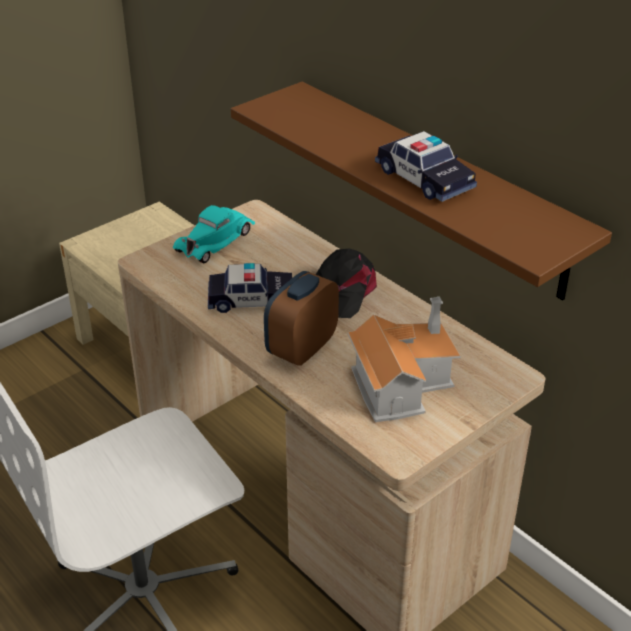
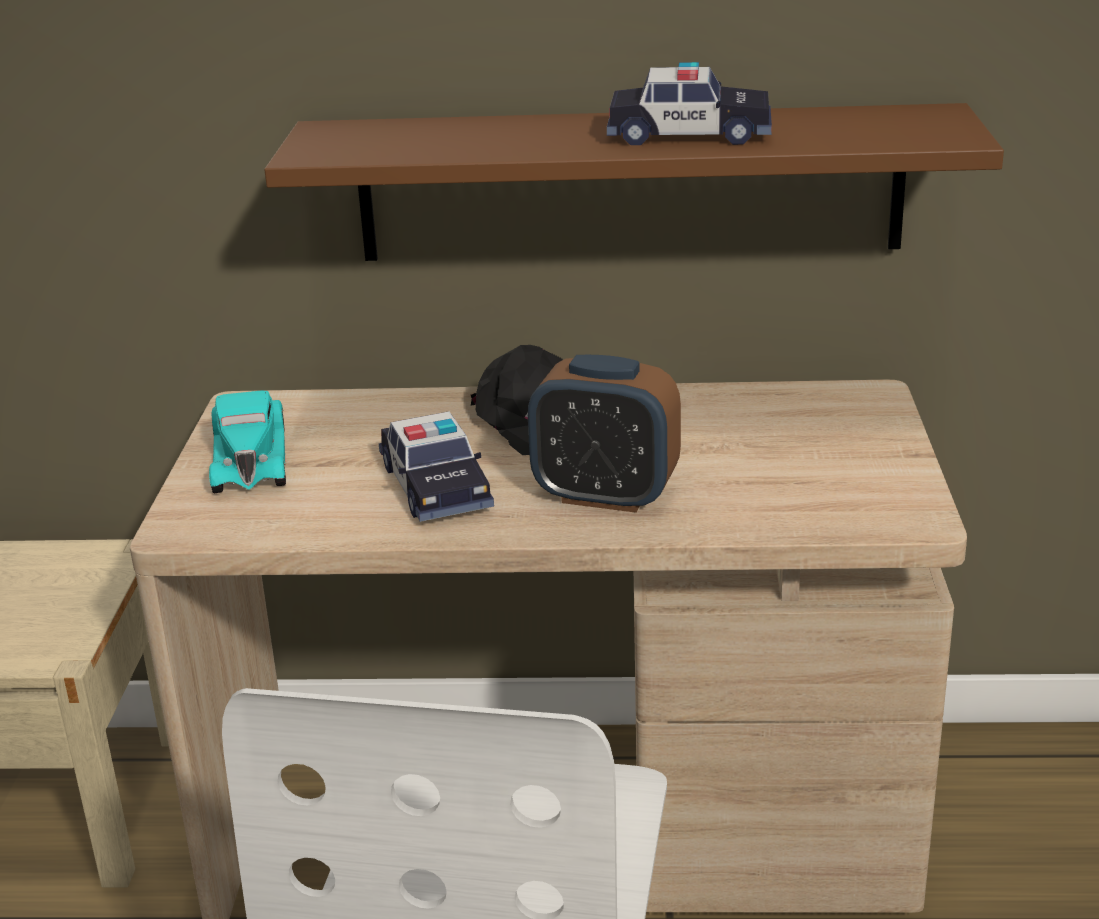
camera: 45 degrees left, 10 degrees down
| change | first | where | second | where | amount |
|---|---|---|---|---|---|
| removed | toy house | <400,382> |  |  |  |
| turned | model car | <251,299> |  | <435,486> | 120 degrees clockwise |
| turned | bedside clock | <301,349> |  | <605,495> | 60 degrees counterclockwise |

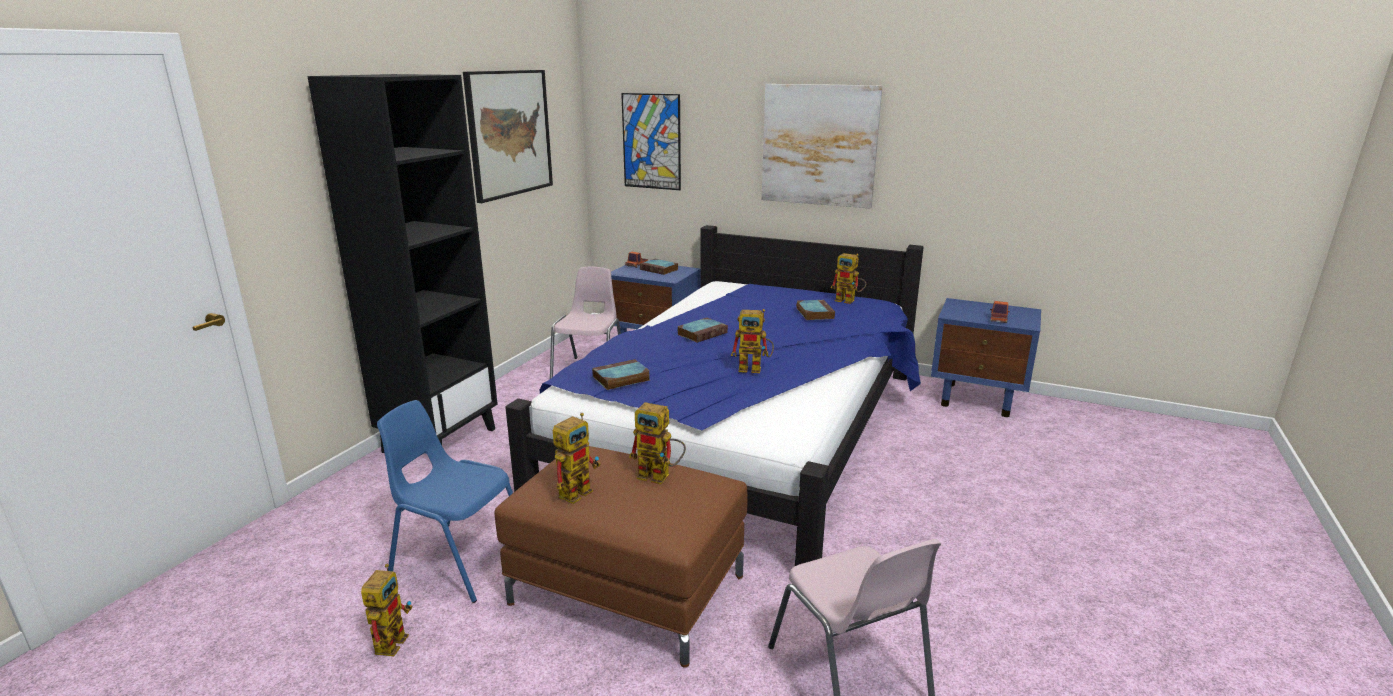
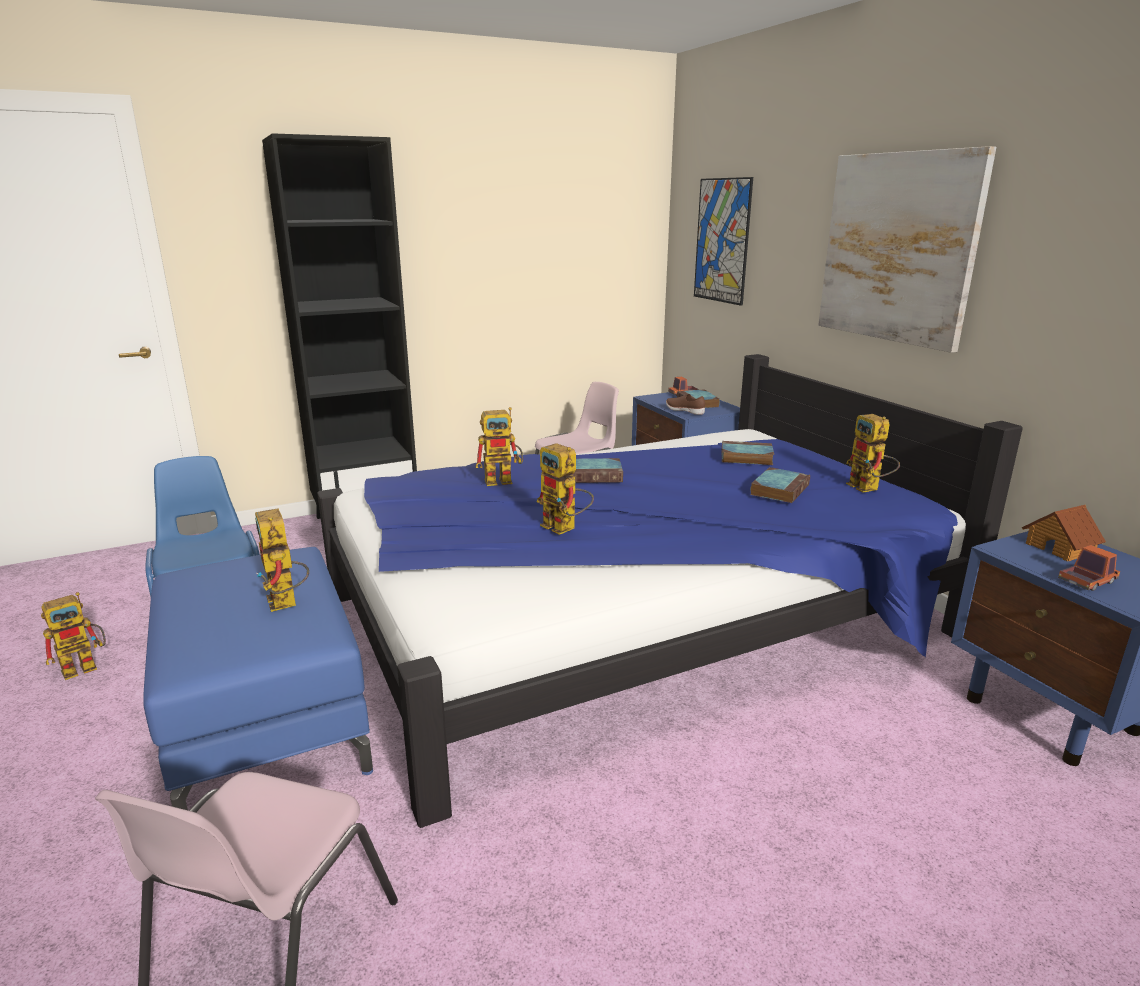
camera: 40 degrees right, 0 degrees up
| change | first | where | second | where | amount |
|---|---|---|---|---|---|
| removed | wall art | <509,133> |  |  |  |
| added |  |  | brown item of footwear | <685,411> |  |
| added |  |  | toy house | <1060,548> |  |
| moved | model robot | <578,489> |  | <504,480> |  |
| moved | bound book | <620,379> |  | <745,457> |  |
| recoloured | brown footrest | <629,588> | blue-coloured footrest | <270,723> |  |

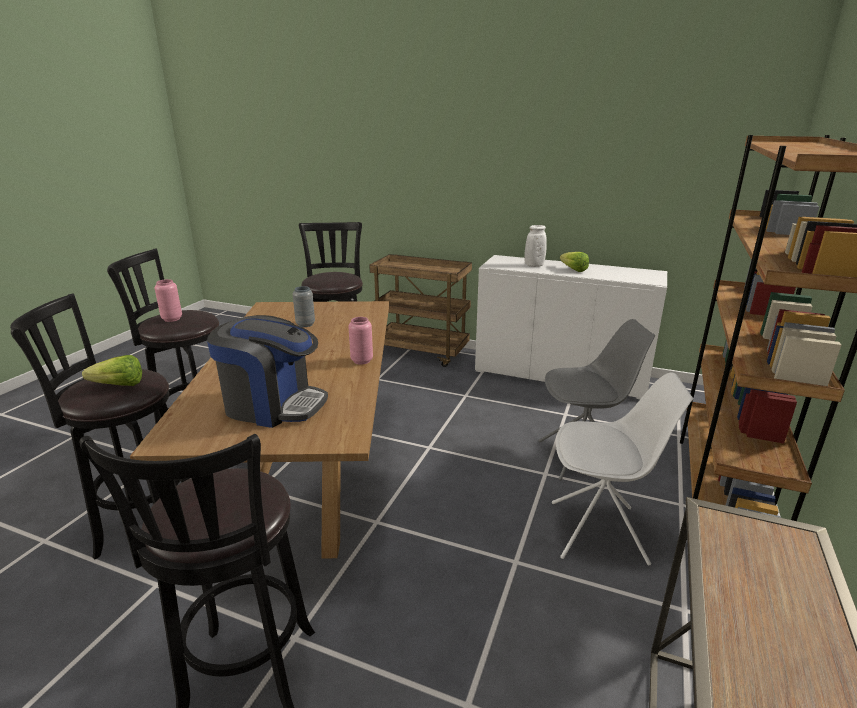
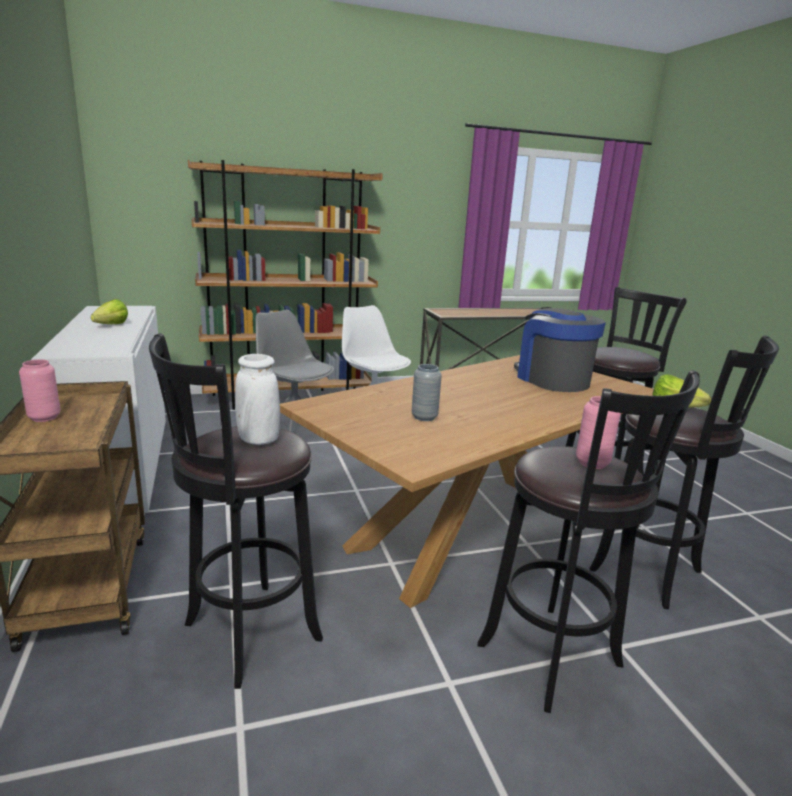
camera: 130 degrees left, 5 degrees down
| change | first | where | second | where | amount |
|---|---|---|---|---|---|
| moved | pink decorative vase | <362,361> |  | <44,418> |  |
| moved | white-coloured decorative vase | <534,265> |  | <258,440> |  |

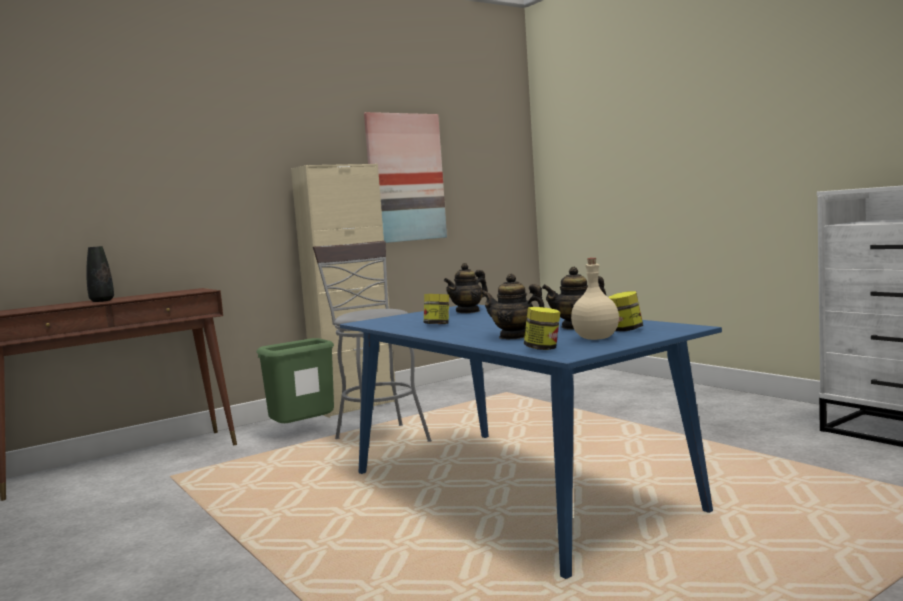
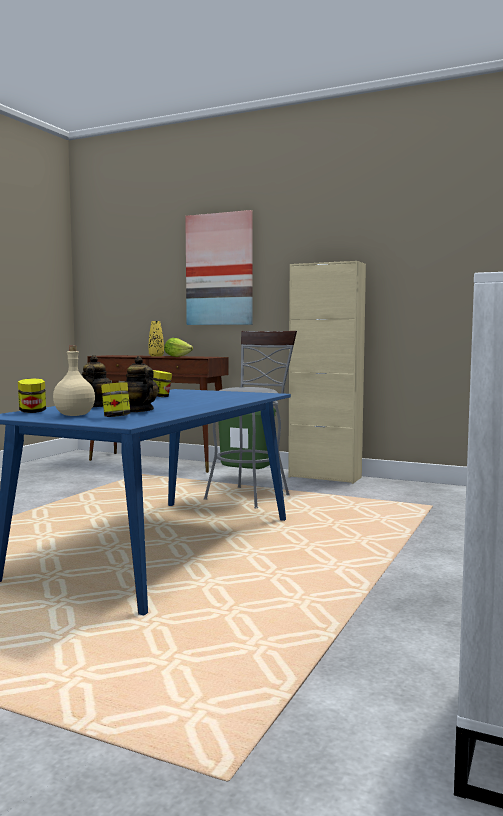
camera: 60 degrees right, 0 degrees up
| change | first | where | second | where | amount |
|---|---|---|---|---|---|
| removed | tea pot | <468,311> |  |  |  |
| added |  |  | head of lettuce | <177,356> |  |
| moved | wall art | <405,177> |  | <219,269> |  |
| recoloured | blackish decorative vase | <102,301> | yellow decorative vase | <156,356> |  |

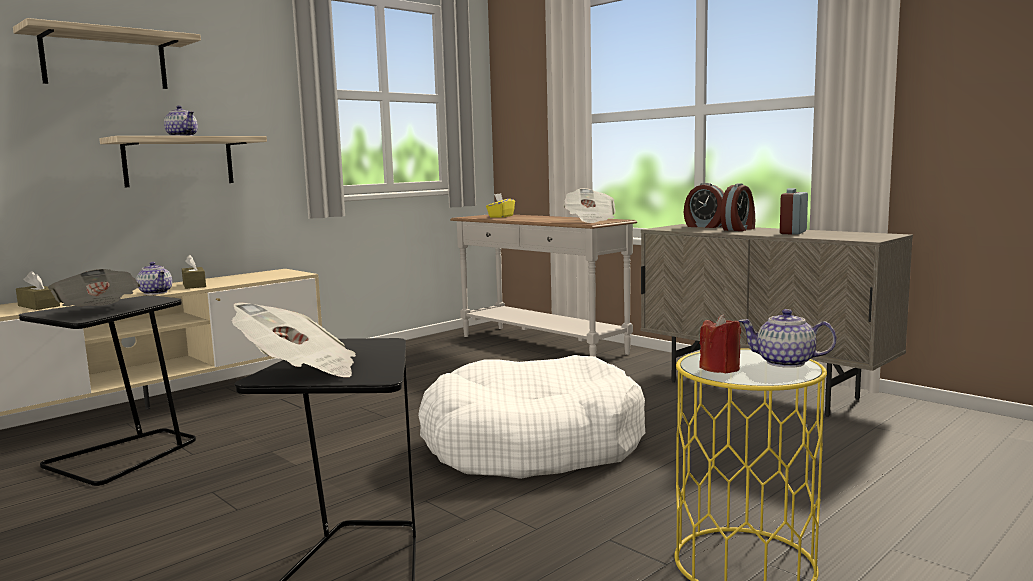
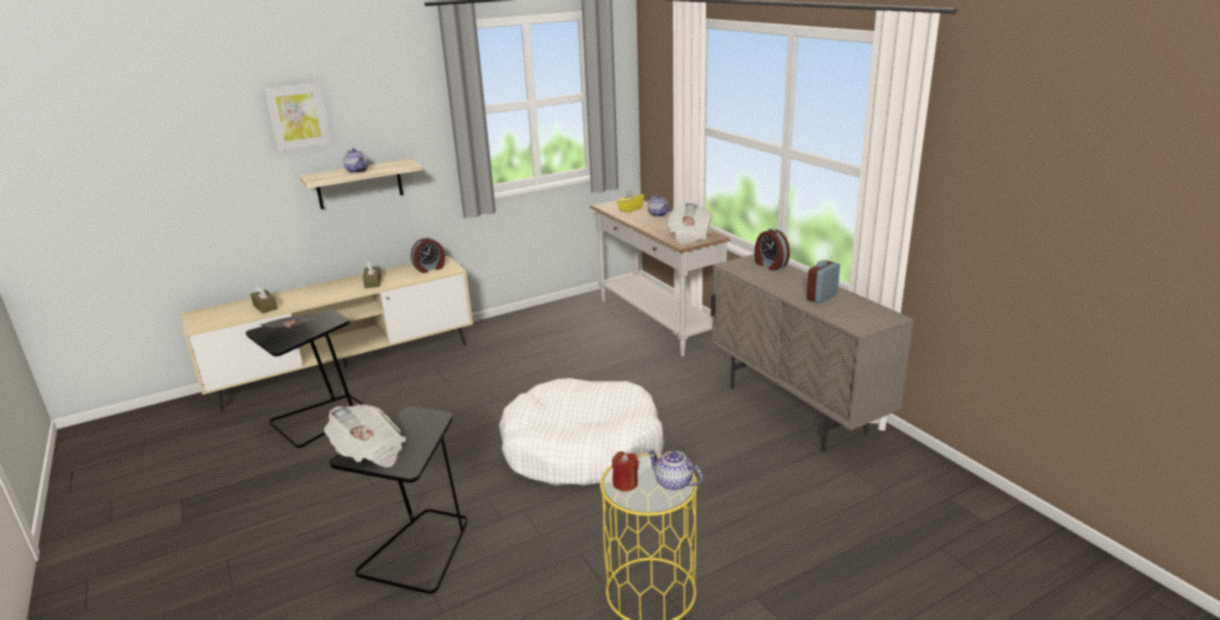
camera: 15 degrees right, 15 degrees up
| change | first | where | second | where | amount |
|---|---|---|---|---|---|
| moved | tea pot | <156,292> |  | <658,214> |  |
| moved | bedside clock | <739,229> |  | <430,269> |  |
| replaced | wall shelf | <105,60> | wall art | <298,116> |  |

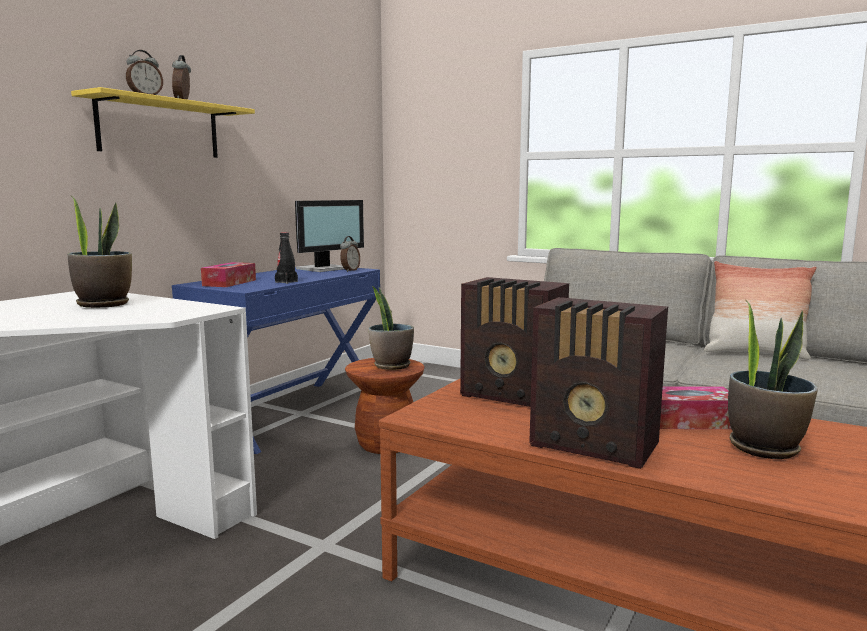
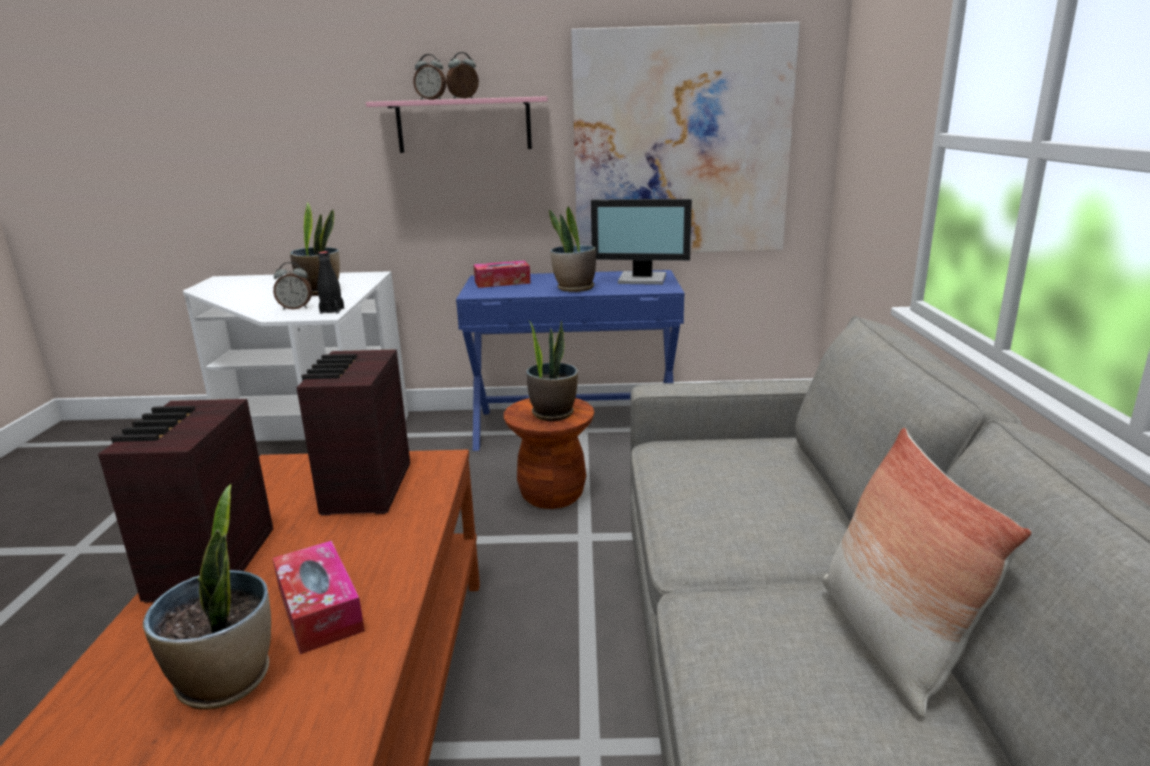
camera: 60 degrees right, 10 degrees up
| change | first | where | second | where | amount |
|---|---|---|---|---|---|
| added |  |  | houseplant | <574,288> |  |
| added |  |  | wall art | <680,144> |  |
| moved | blackish beverage bottle | <286,282> |  | <332,311> |  |
| moved | bedside clock | <350,270> |  | <296,308> |  |
| recoloured | yellow wall shelf | <160,128> | pink wall shelf | <464,125> |  |

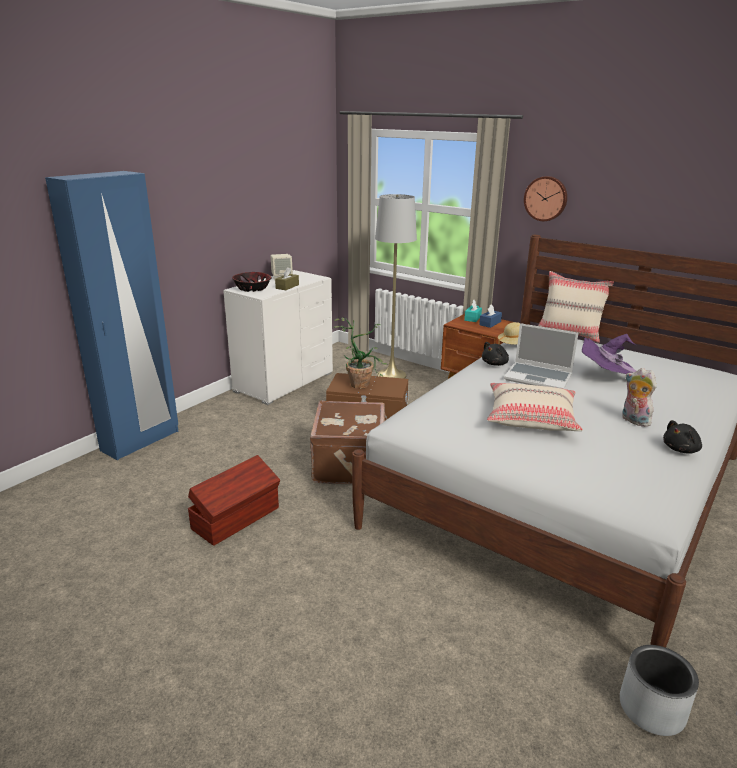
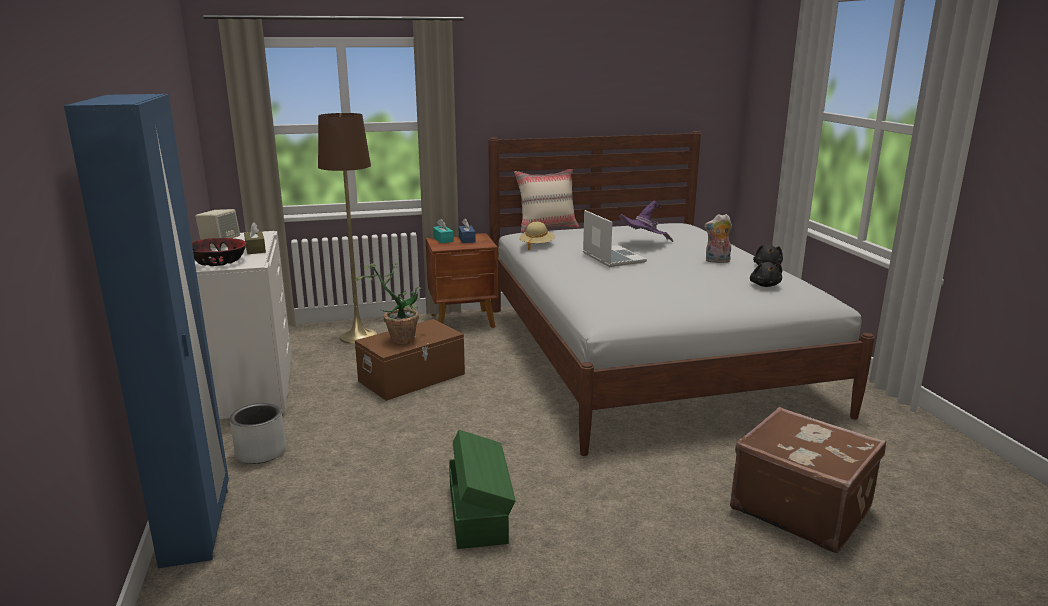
camera: 50 degrees left, 5 degrees down
| change | first | where | second | where | amount |
|---|---|---|---|---|---|
| removed | beige-coloured throw pillow | <531,417> |  |  |  |
| removed | clock on the wall | <546,198> |  |  |  |
| moved | brown travel case | <351,464> |  | <801,508> |  |
| moved | blackish plush toy | <495,364> |  | <764,285> |  |
| moved | greyish planter | <652,709> |  | <261,452> |  |
| recoloured | brown storage bin | <237,518> | green storage bin | <479,512> |  |
| recoloured | greyish standard lamp | <391,375> | brown standard lamp | <358,336> |  |
| turned | notebook computer | <539,377> |  | <612,258> | 90 degrees counterclockwise |

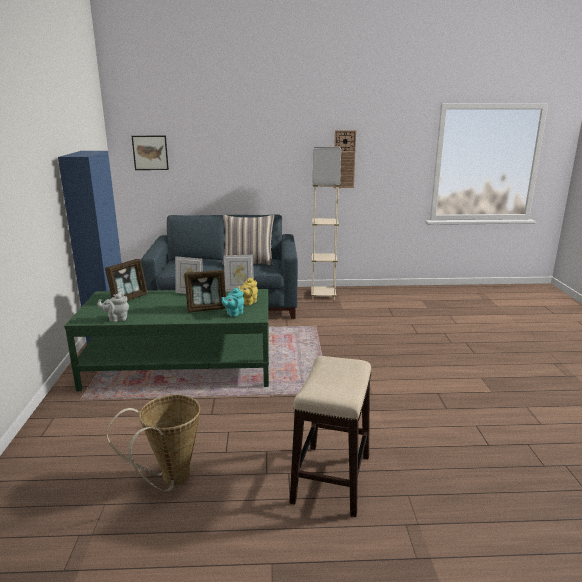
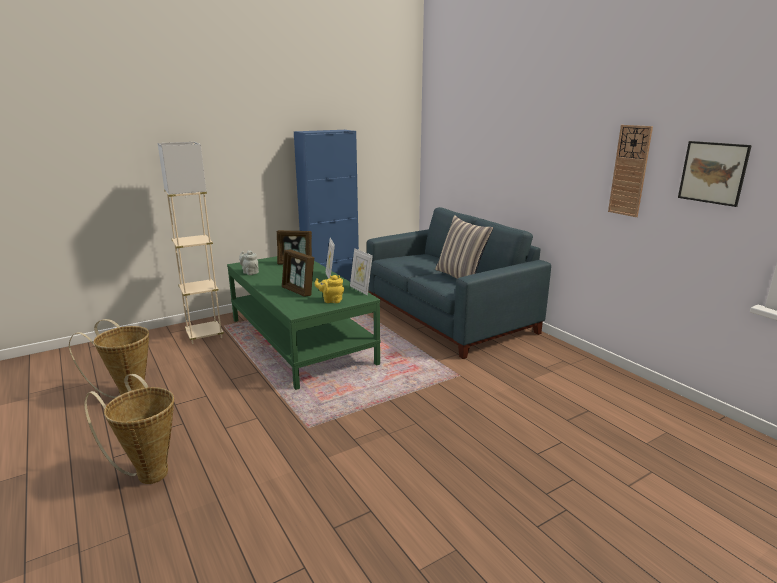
camera: 60 degrees right, 0 degrees up
| change | first | where | second | where | amount |
|---|---|---|---|---|---|
| removed | turquoise-coloured tea pot | <233,314> |  |  |  |
| moved | wall art | <150,152> |  | <713,173> |  |
| moved | beige-coloured standard lamp | <323,295> |  | <204,335> |  |
| replaced | stool seat | <331,478> | household basket | <149,472> |  |

